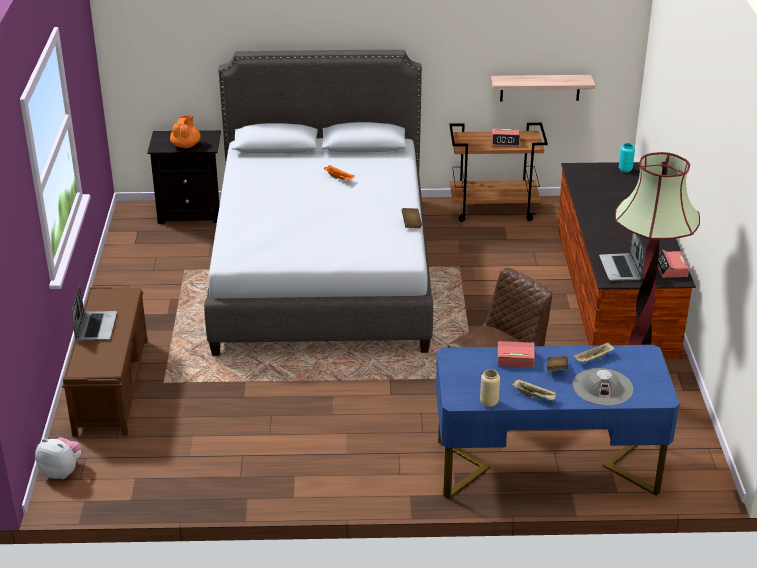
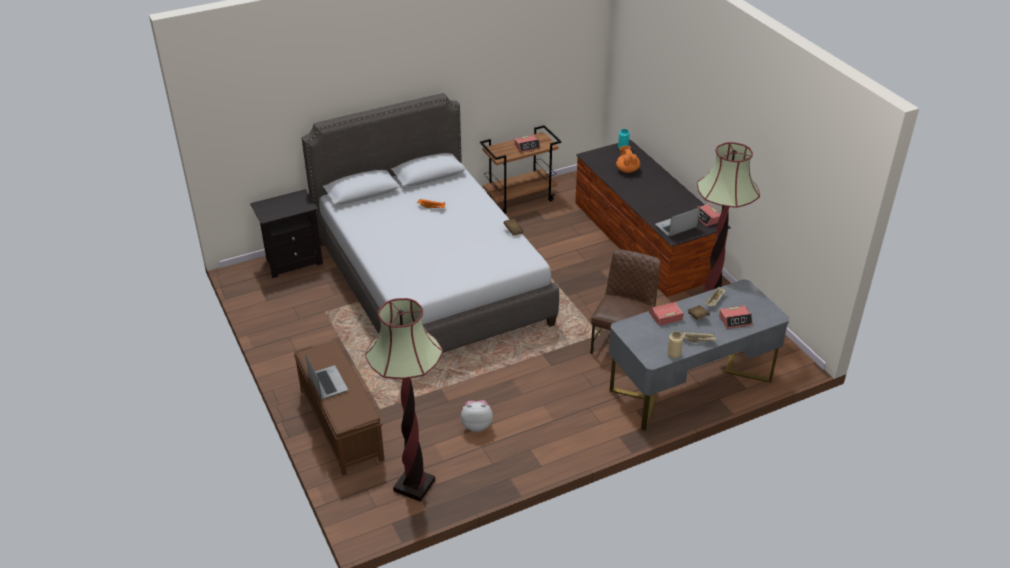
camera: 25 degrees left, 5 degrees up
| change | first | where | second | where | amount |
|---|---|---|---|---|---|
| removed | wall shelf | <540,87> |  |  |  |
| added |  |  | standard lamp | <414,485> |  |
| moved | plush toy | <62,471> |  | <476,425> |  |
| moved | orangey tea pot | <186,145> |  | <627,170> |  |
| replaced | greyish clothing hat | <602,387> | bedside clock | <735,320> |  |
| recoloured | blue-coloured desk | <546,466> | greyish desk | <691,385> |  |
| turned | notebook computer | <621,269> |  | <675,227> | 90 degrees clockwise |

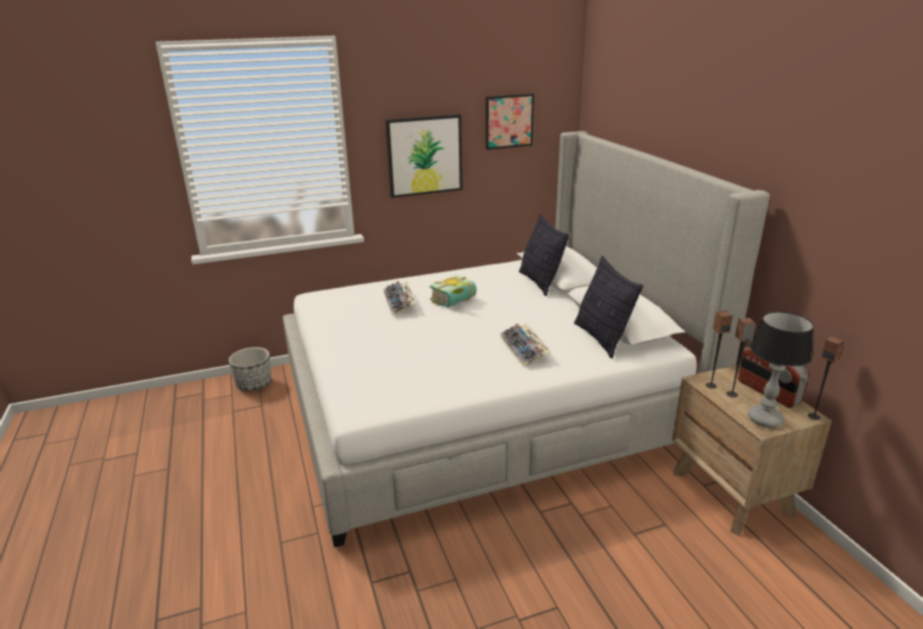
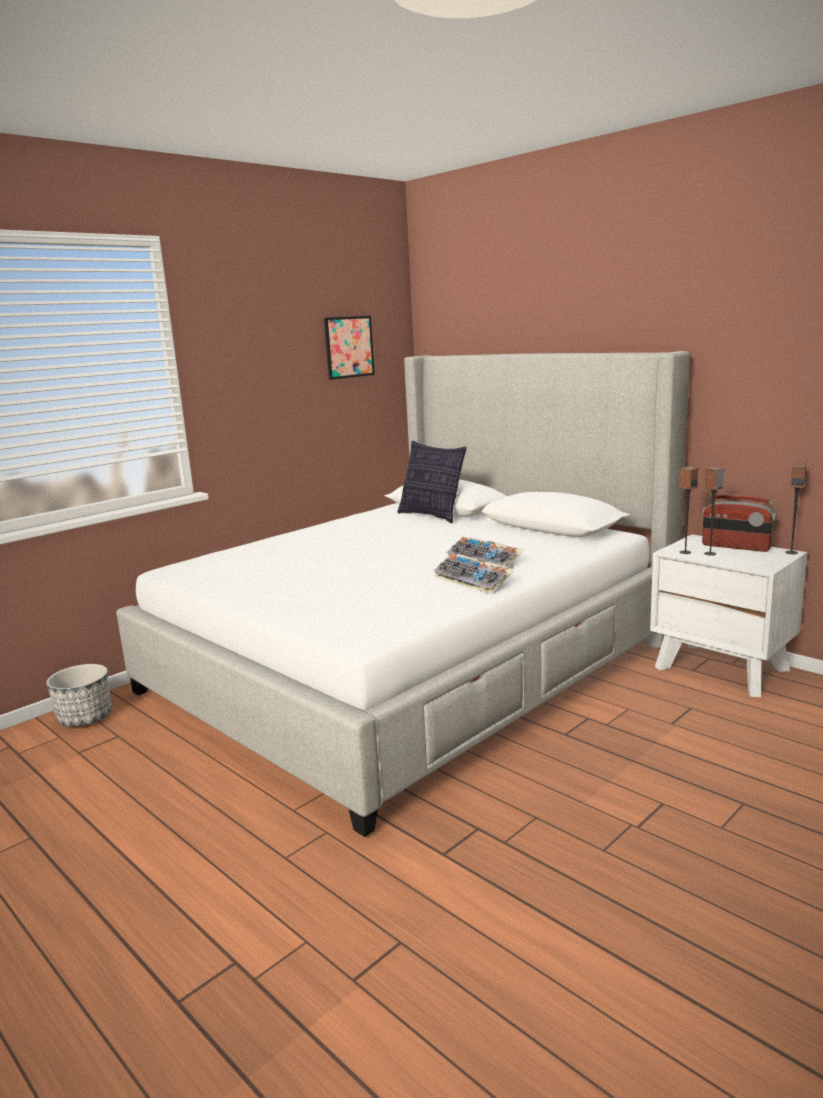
camera: 25 degrees left, 10 degrees down
| change | first | where | second | where | amount |
|---|---|---|---|---|---|
| removed | wall art | <424,155> |  |  |  |
| removed | bound book | <456,302> |  |  |  |
| removed | throw pillow | <602,339> |  |  |  |
| removed | table lamp | <764,419> |  |  |  |
| moved | PC keyboard | <400,302> |  | <474,580> |  |
| recoloured | brown bedside table | <732,493> | white-coloured bedside table | <722,668> |  |

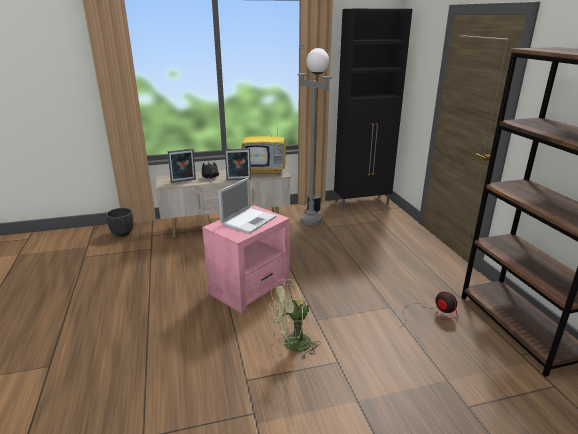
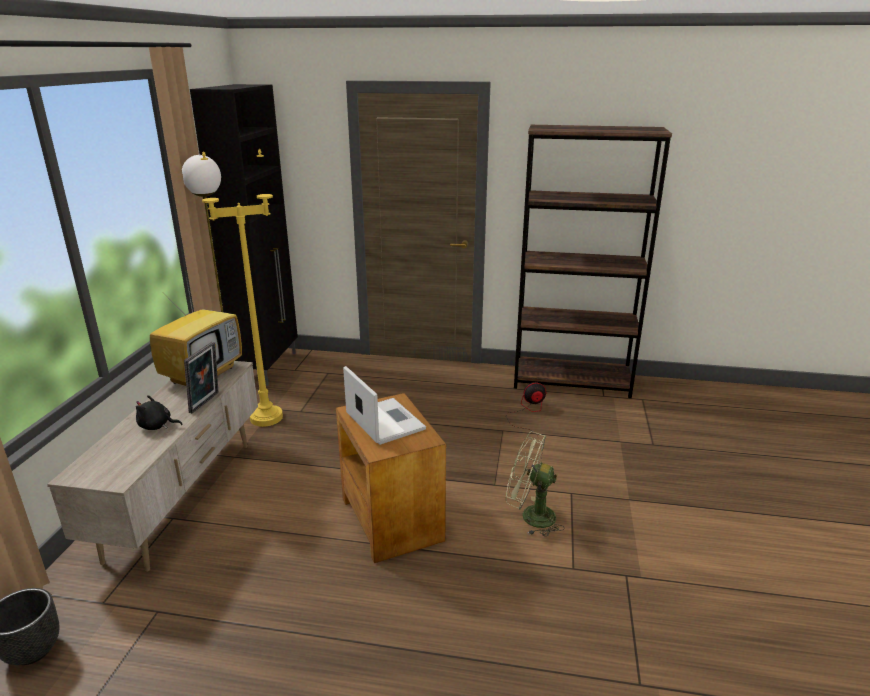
camera: 65 degrees left, 0 degrees up
| change | first | where | second | where | amount |
|---|---|---|---|---|---|
| removed | picture frame | <183,181> |  |  |  |
| recoloured | pink accent table | <250,288> | brown accent table | <392,518> |  |
| recoloured | greyish standard lamp | <311,220> | yellow standard lamp | <266,417> |  |
| turned | green cooling fan | <292,345> |  | <530,516> | 105 degrees clockwise |

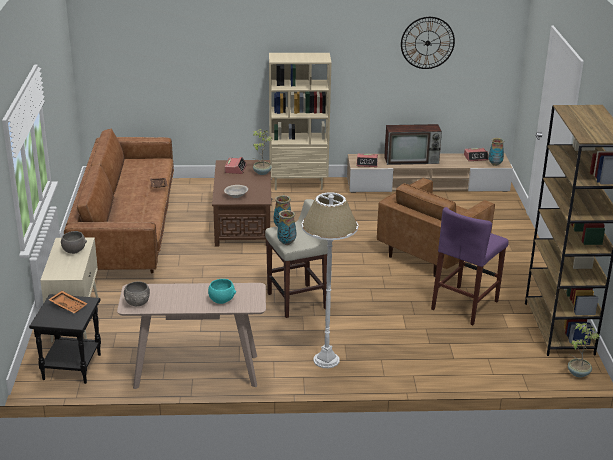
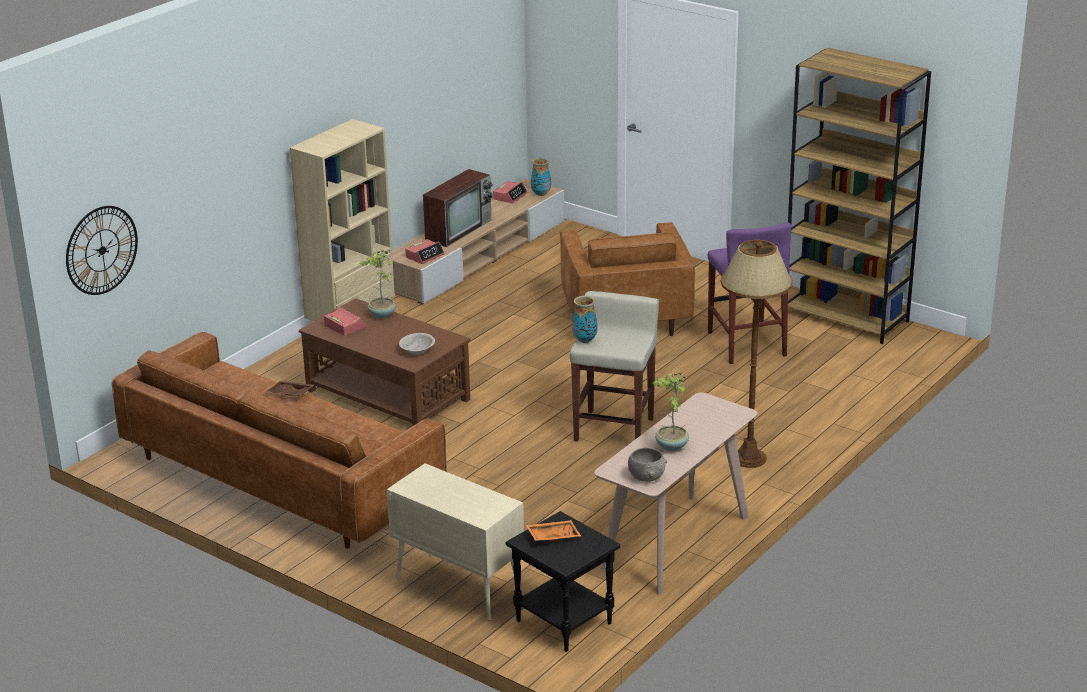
camera: 50 degrees left, 0 degrees up
| change | first | where | second | where | amount |
|---|---|---|---|---|---|
| removed | greyish deep dish | <74,250> |  |  |  |
| removed | turquoise-coloured deep dish | <221,299> |  |  |  |
| removed | decorative vase | <287,243> |  |  |  |
| moved | clock on the wall | <427,43> |  | <102,250> |  |
| moved | houseplant | <578,373> |  | <671,446> |  |
| recoloured | white-coloured standard lamp | <326,360> | brown standard lamp | <749,458> |  |

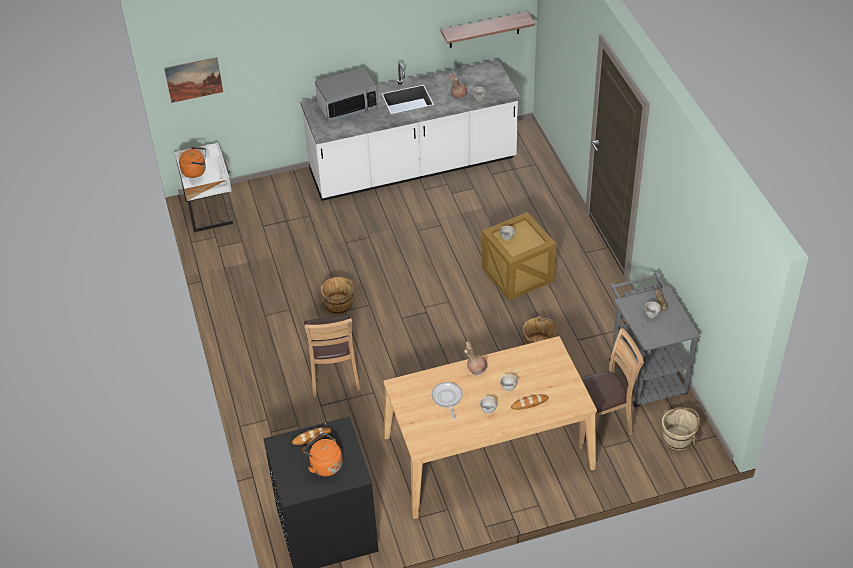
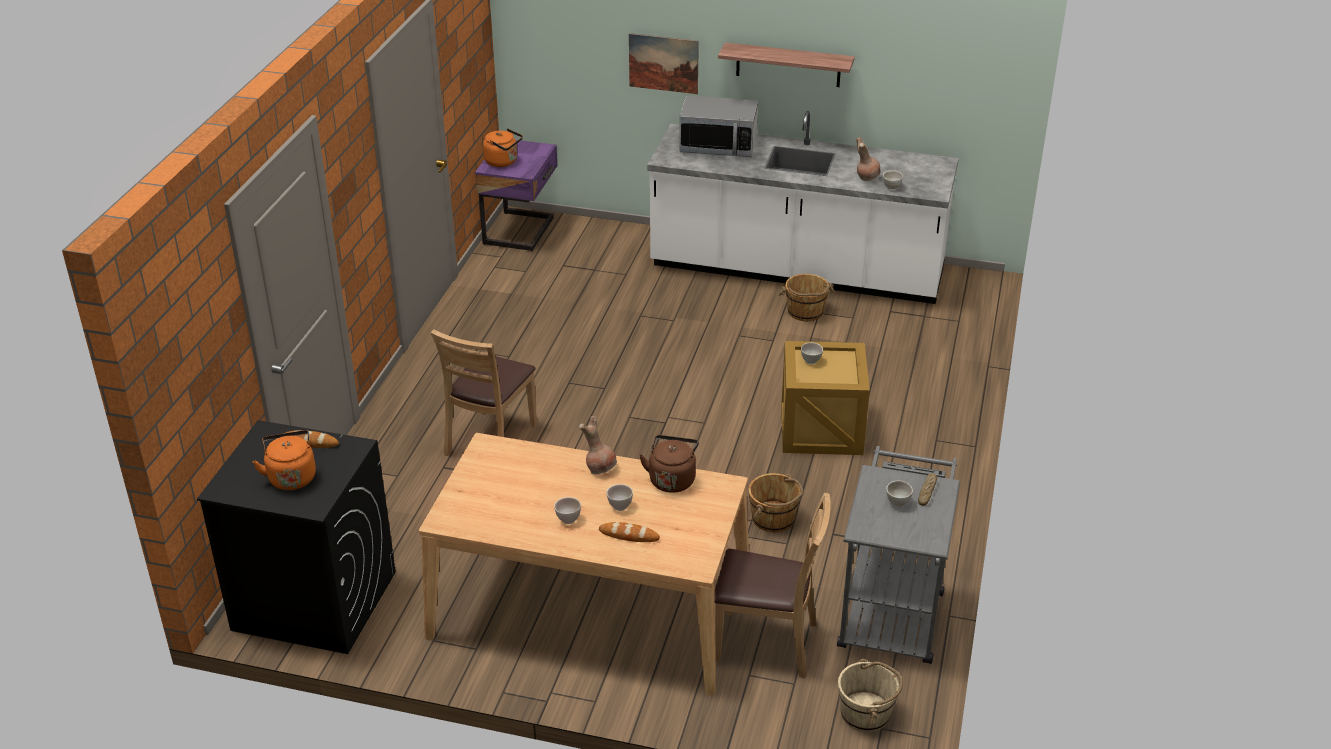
camera: 30 degrees right, 10 degrees down
| change | first | where | second | where | amount |
|---|---|---|---|---|---|
| removed | skillet | <447,398> |  |  |  |
| added |  |  | brown kettle | <672,479> |  |
| moved | wall art | <194,79> |  | <663,63> |  |
| moved | brown bucket | <339,305> |  | <805,312> |  |
| moved | wall shelf | <484,30> |  | <788,65> |  |
| recoloured | white-coloured bedside table | <211,211> | purplish bedside table | <521,232> |  |

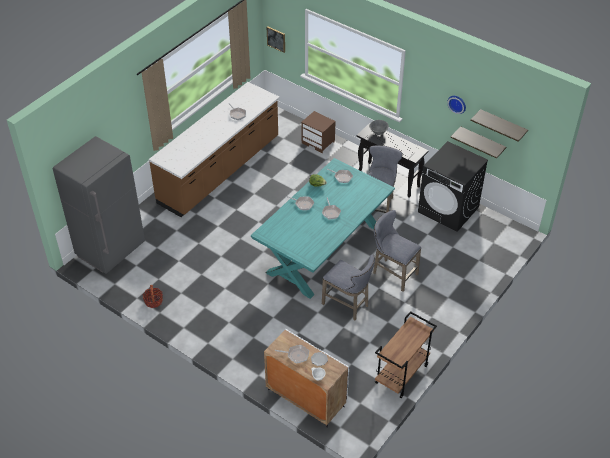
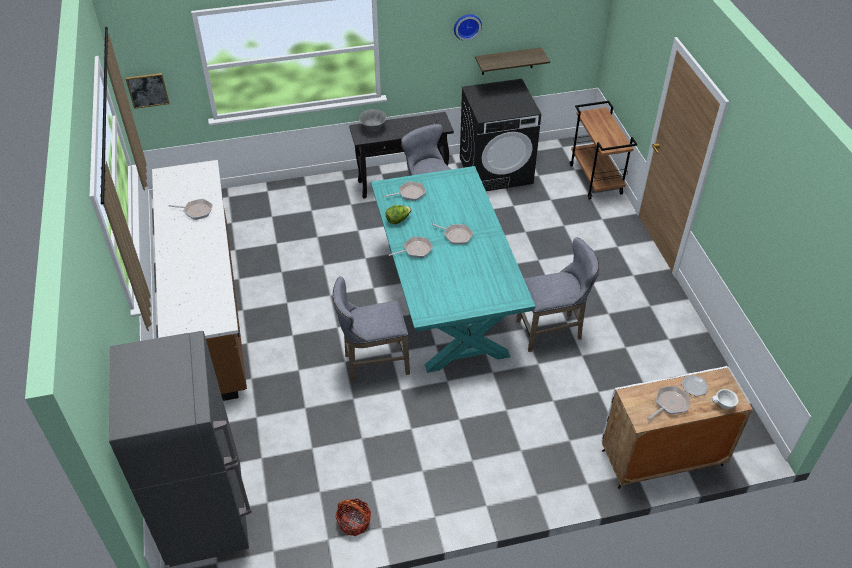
camera: 50 degrees left, 0 degrees up
| change | first | where | second | where | amount |
|---|---|---|---|---|---|
| removed | brown bedside table | <318,142> |  |  |  |
| removed | wall shelf | <502,125> |  |  |  |
| moved | greyish stool seat | <392,273> |  | <372,363> |  |
| moved | brown trolley | <401,375> |  | <596,179> |  |

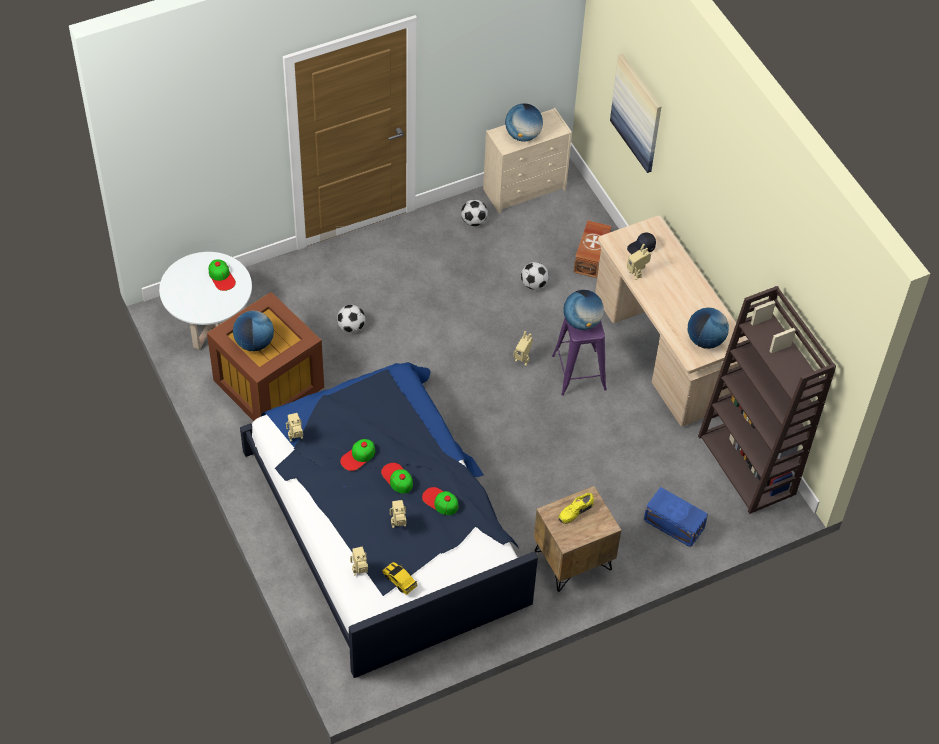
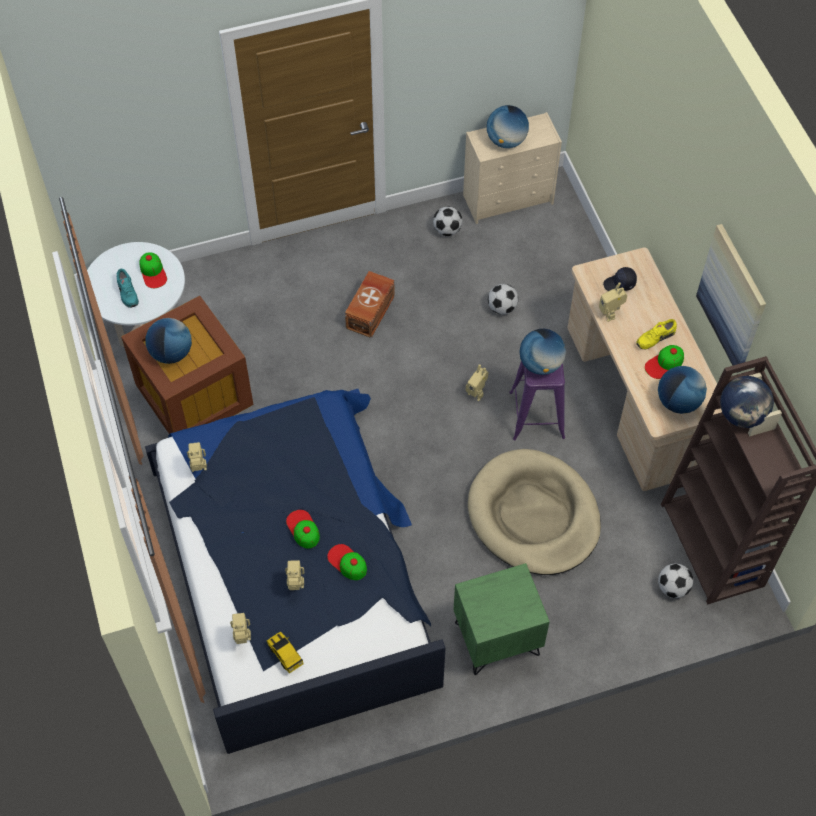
camera: 10 degrees right, 5 degrees up
| change | first | where | second | where | amount |
|---|---|---|---|---|---|
| removed | blue-coloured storage bin | <674,525> |  |  |  |
| added |  |  | turquoise-coloured item of footwear | <127,293> |  |
| added |  |  | beige-coloured dog cushion | <533,515> |  |
| added |  |  | world globe | <742,415> |  |
| moved | ball for football | <351,327> |  | <673,587> |  |
| moved | cap | <358,456> |  | <664,363> |  |
| moved | yellow item of footwear | <575,511> |  | <655,338> |  |
| moved | brown storage bin | <592,256> |  | <371,312> |  |
| moved | wall art | <637,112> |  | <732,298> |  |
| recoloured | brown bedside table | <573,561> | green bedside table | <497,639> |  |

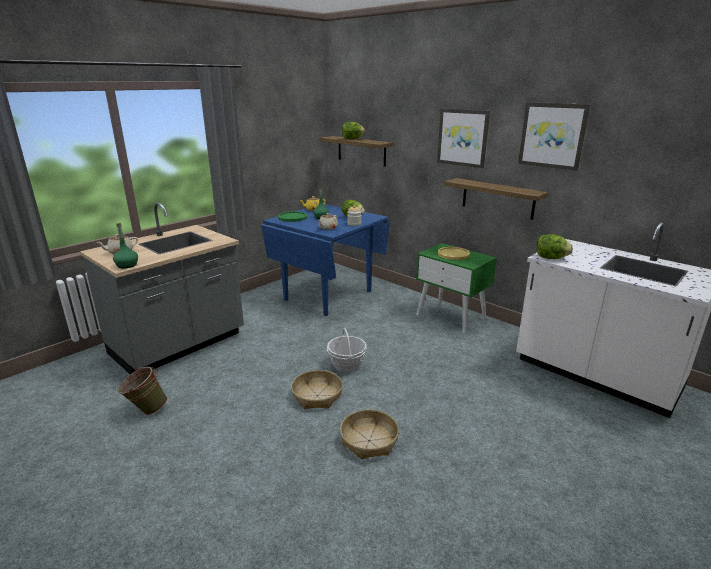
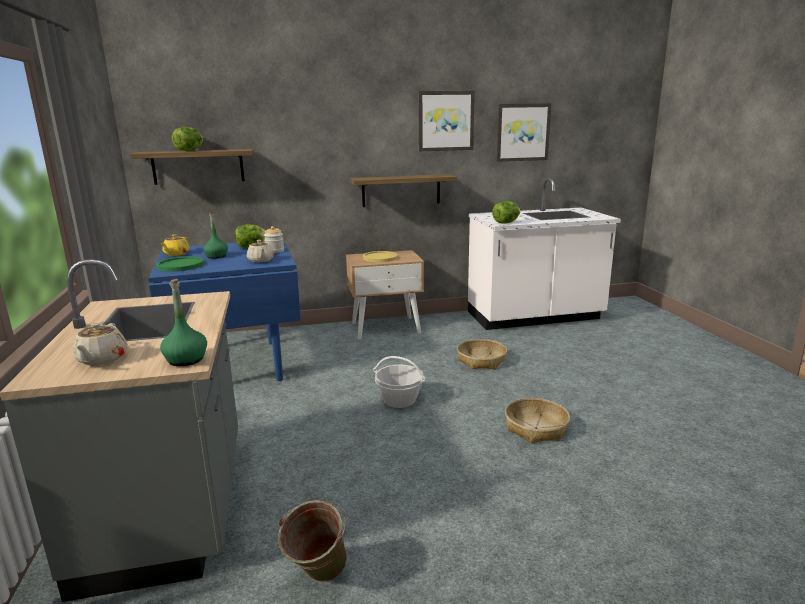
camera: 55 degrees left, 5 degrees down
| change | first | where | second | where | amount |
|---|---|---|---|---|---|
| moved | household basket | <317,396> |  | <481,361> |  |
| moved | wall art | <463,137> |  | <522,132> |  |
| recoloured | green bedside table | <451,316> | beige-coloured bedside table | <386,327> |  |

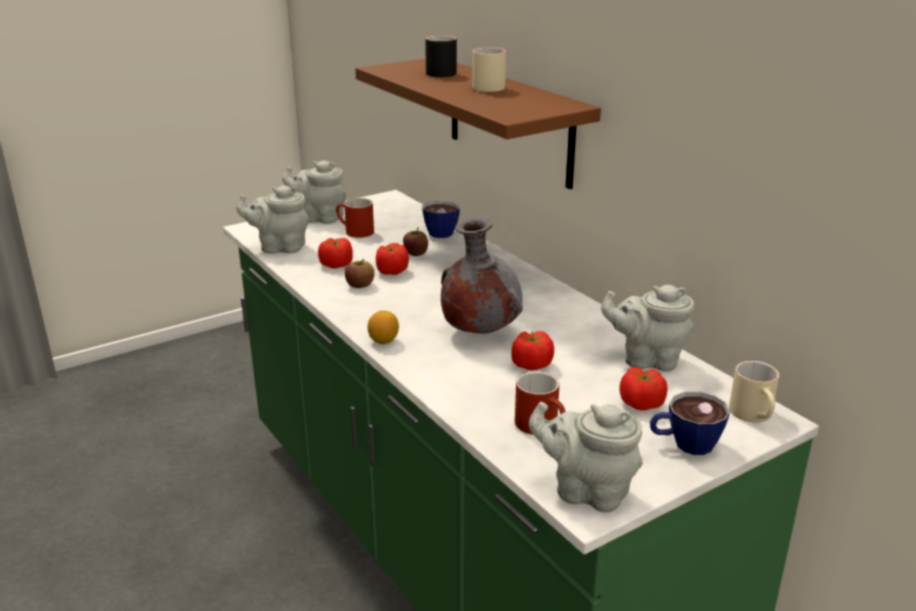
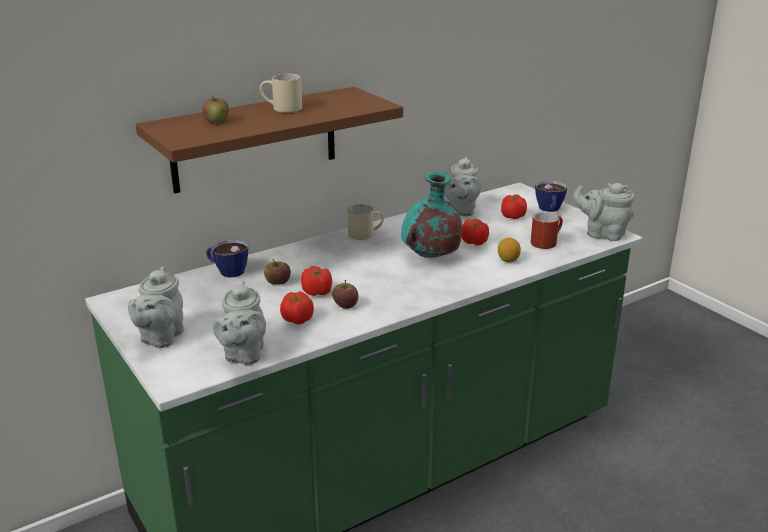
camera: 90 degrees left, 0 degrees up
| change | first | where | second | where | amount |
|---|---|---|---|---|---|
| removed | reddish coffee mug | <354,232> |  |  |  |
| moved | citrus fruit | <383,341> |  | <508,260> |  |
| moved | beige-coloured coffee mug | <755,416> |  | <365,234> |  |
| replaced | blackish coffee mug | <440,72> | apple | <216,121> |  |
| recoloured | greyish decorative vase | <479,332> | turquoise-coloured decorative vase | <430,257> |  |
| turned | greyish tea pot | <586,491> |  | <602,234> | 90 degrees clockwise |

